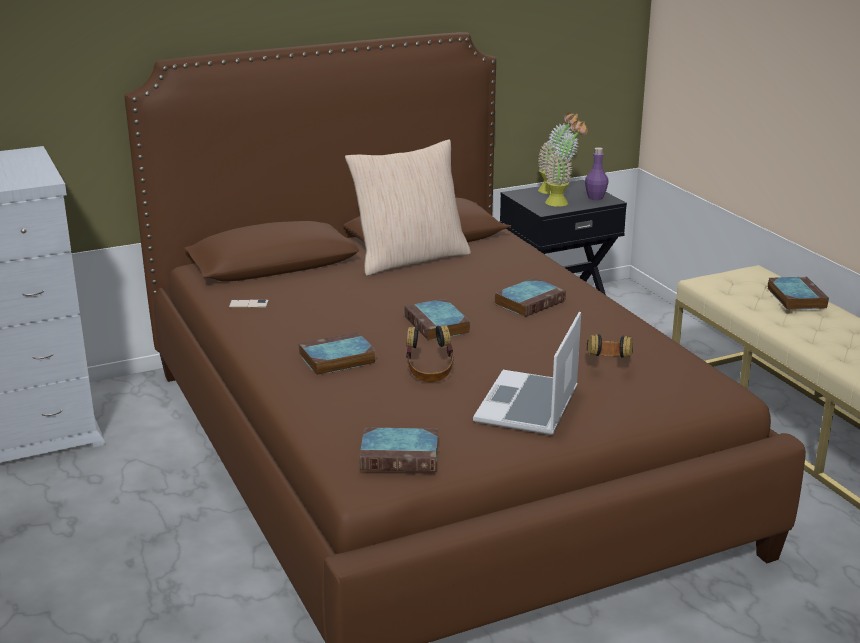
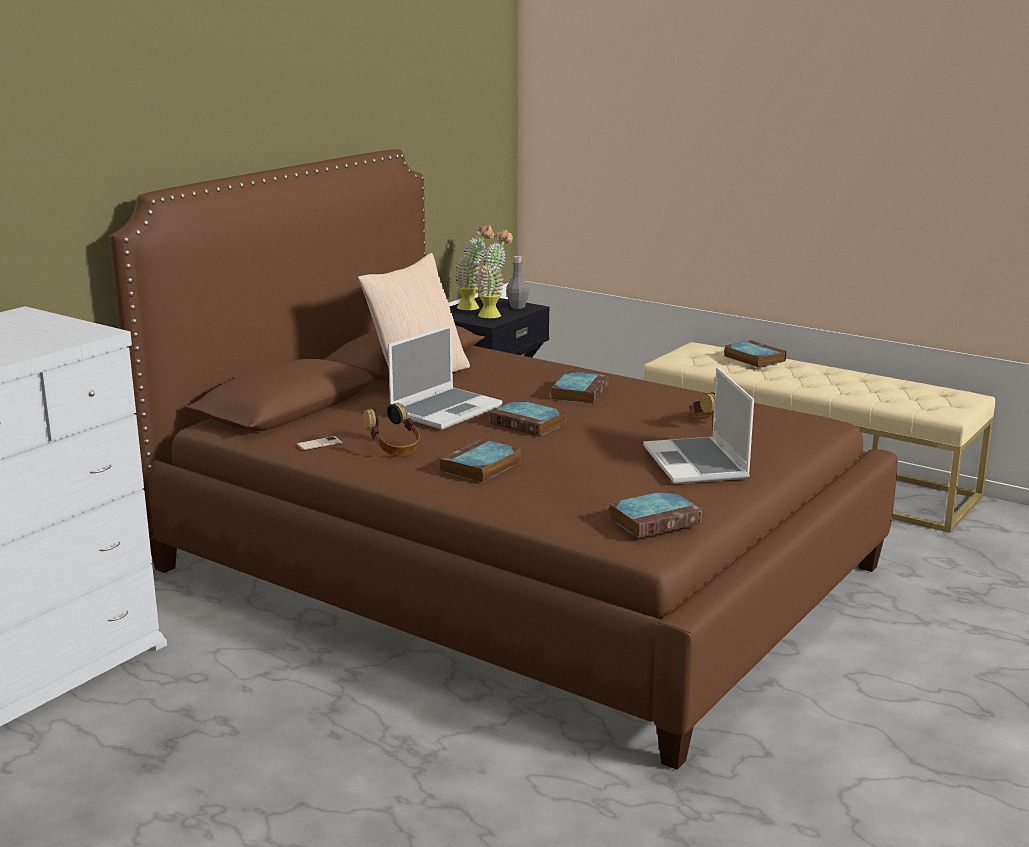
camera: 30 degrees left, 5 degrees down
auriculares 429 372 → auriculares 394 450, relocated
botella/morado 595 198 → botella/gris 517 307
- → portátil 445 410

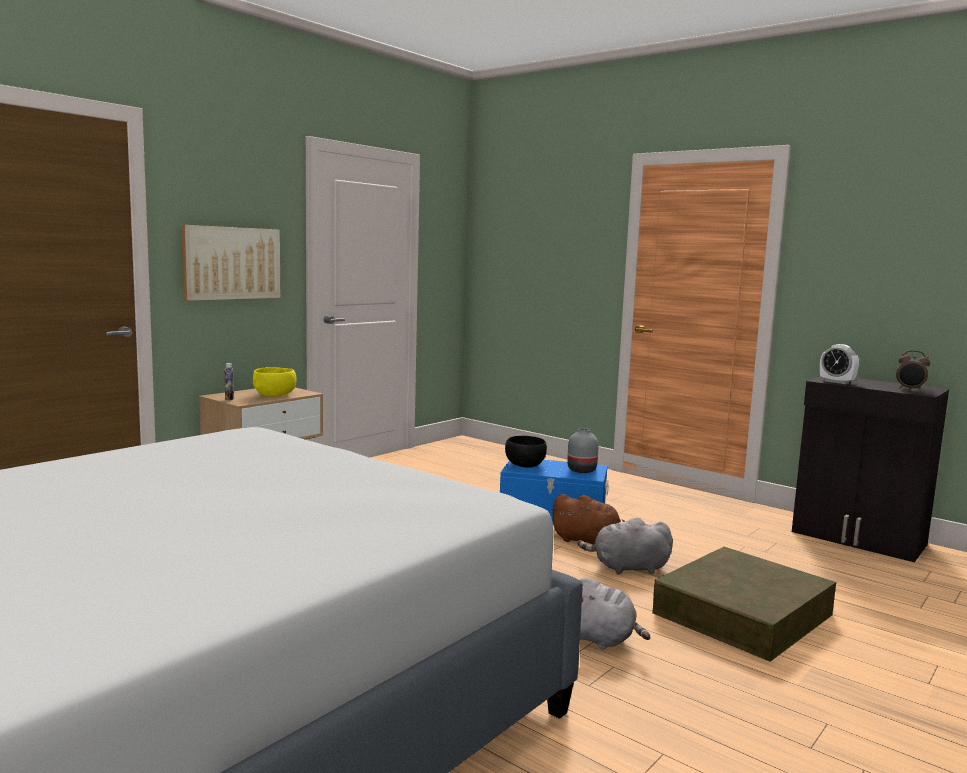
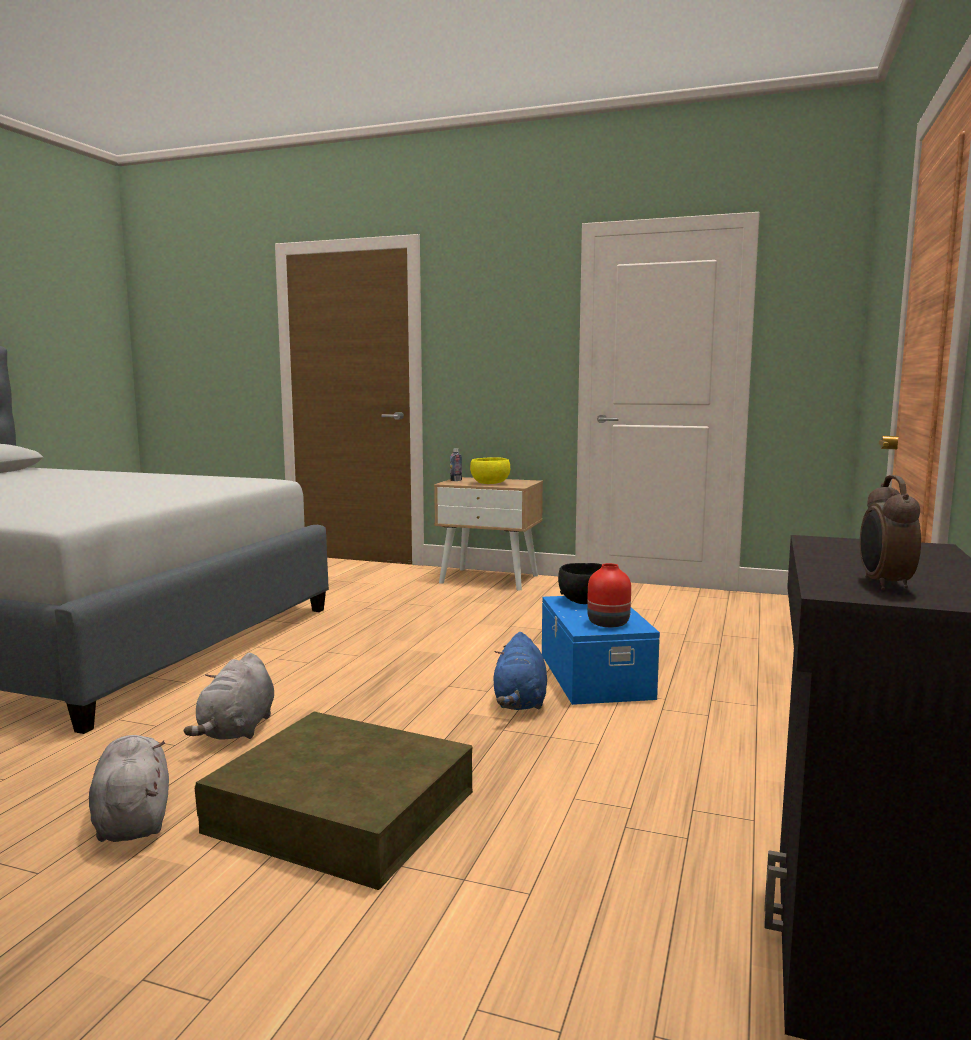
camera: 70 degrees right, 0 degrees up
cuadro 231 263 → -
peluche/marrón 588 541 → peluche/azul 520 702
florero/gris 582 470 → florero/rojo 609 623
peluche/gris 627 568 → peluche/gris 132 819, relocated
despertador 837 382 → -

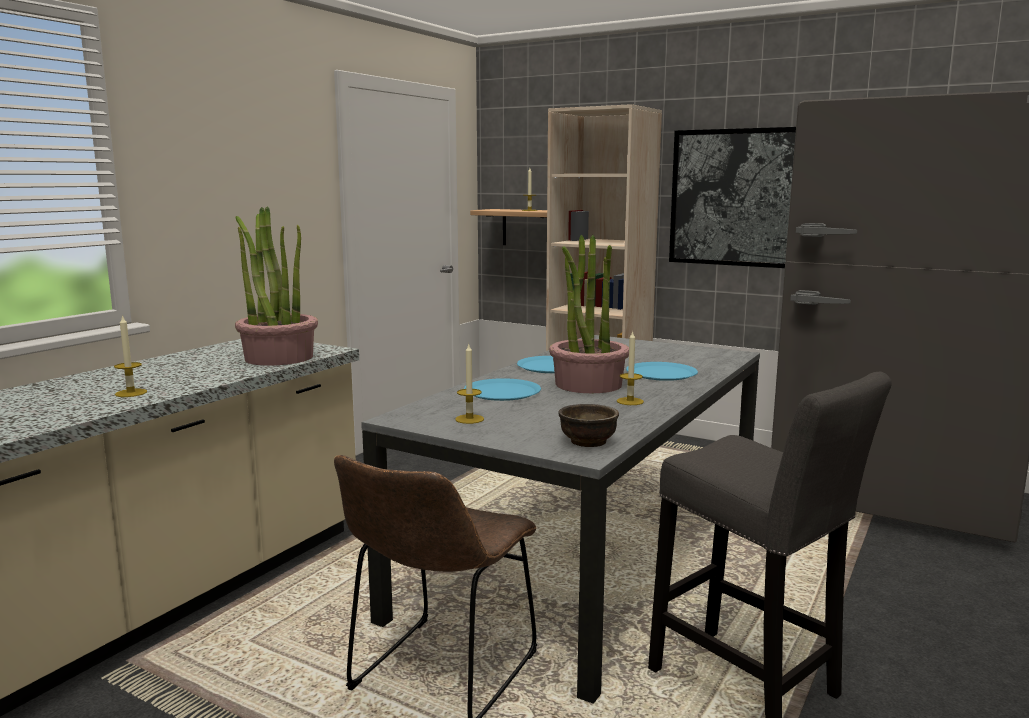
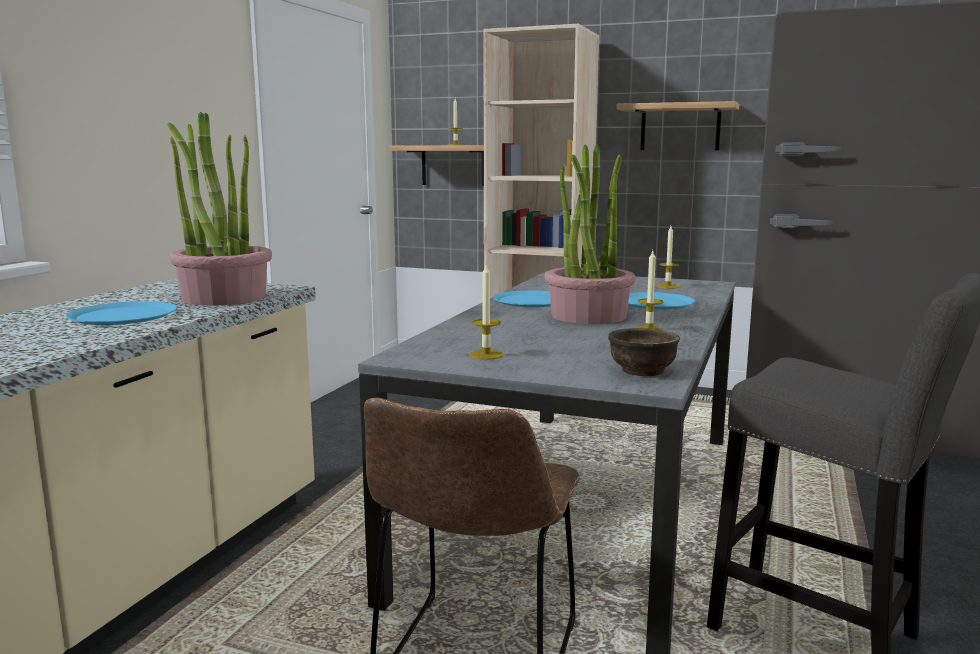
camera: 10 degrees left, 0 degrees up
vela 131 393 → vela 667 286, relocated
plato/azul 502 391 → plato/azul 123 315, relocated
cuadro 737 198 → estante 680 127

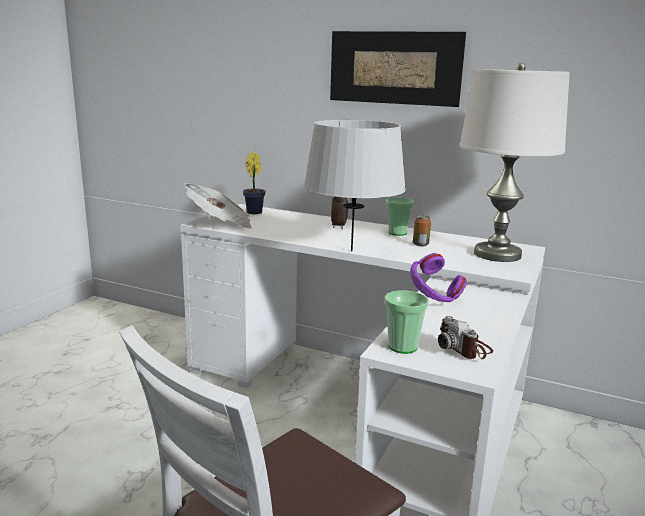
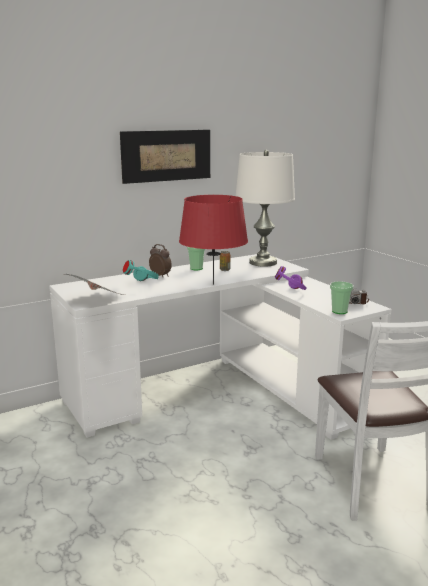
camera: 55 degrees left, 0 degrees up
planta en maceta 255 212 → -
lámpara de mesa/gris 351 251 → lámpara de mesa/rojo 213 284
- → auriculares/turquesa 142 284

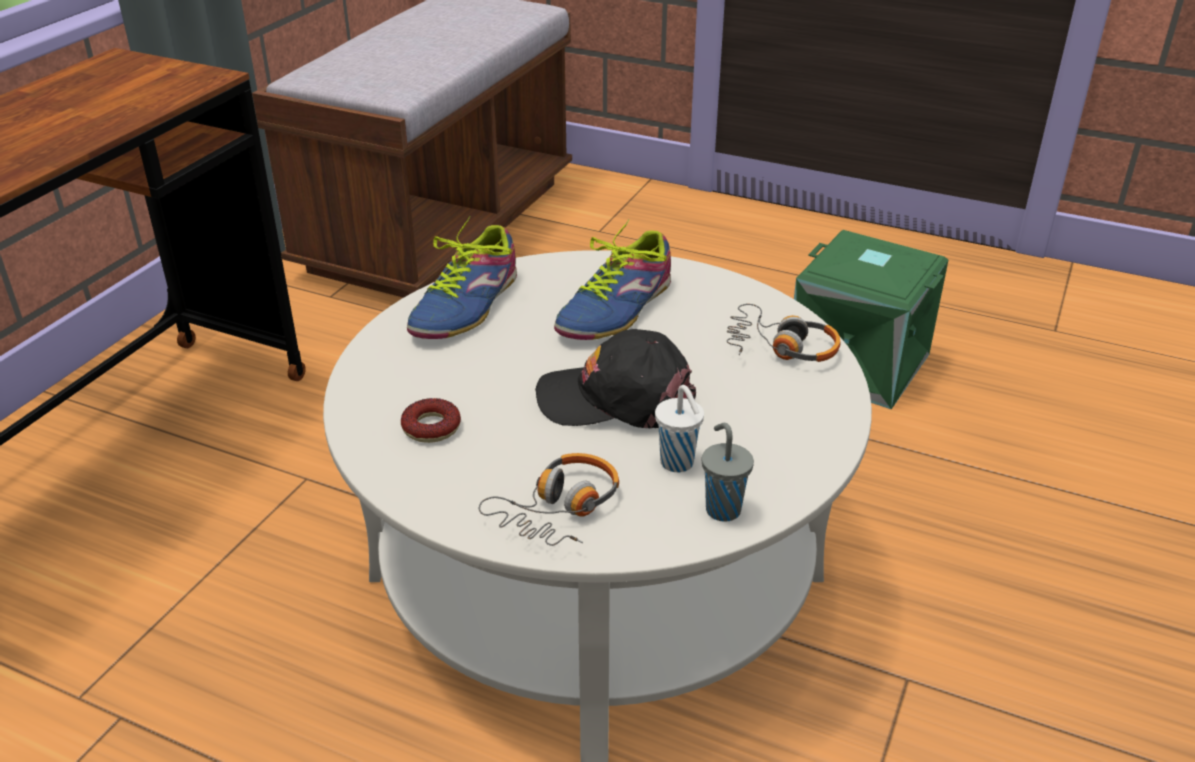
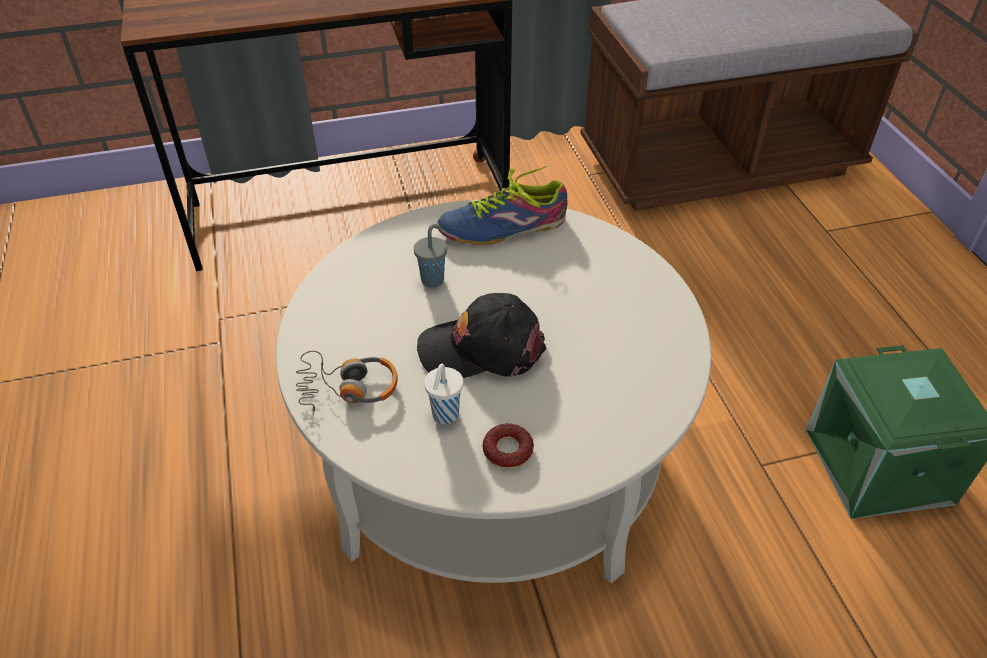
camera: 50 degrees right, 10 degrees up
rosquilla 431 427 → rosquilla 508 450, relocated
gorra/negro 617 399 → gorra/negro 482 348, 60 degrees counterclockwise
zapato 616 309 → -
taza/gris 722 509 → taza/gris 433 279, relocated
auriculares 781 347 → -

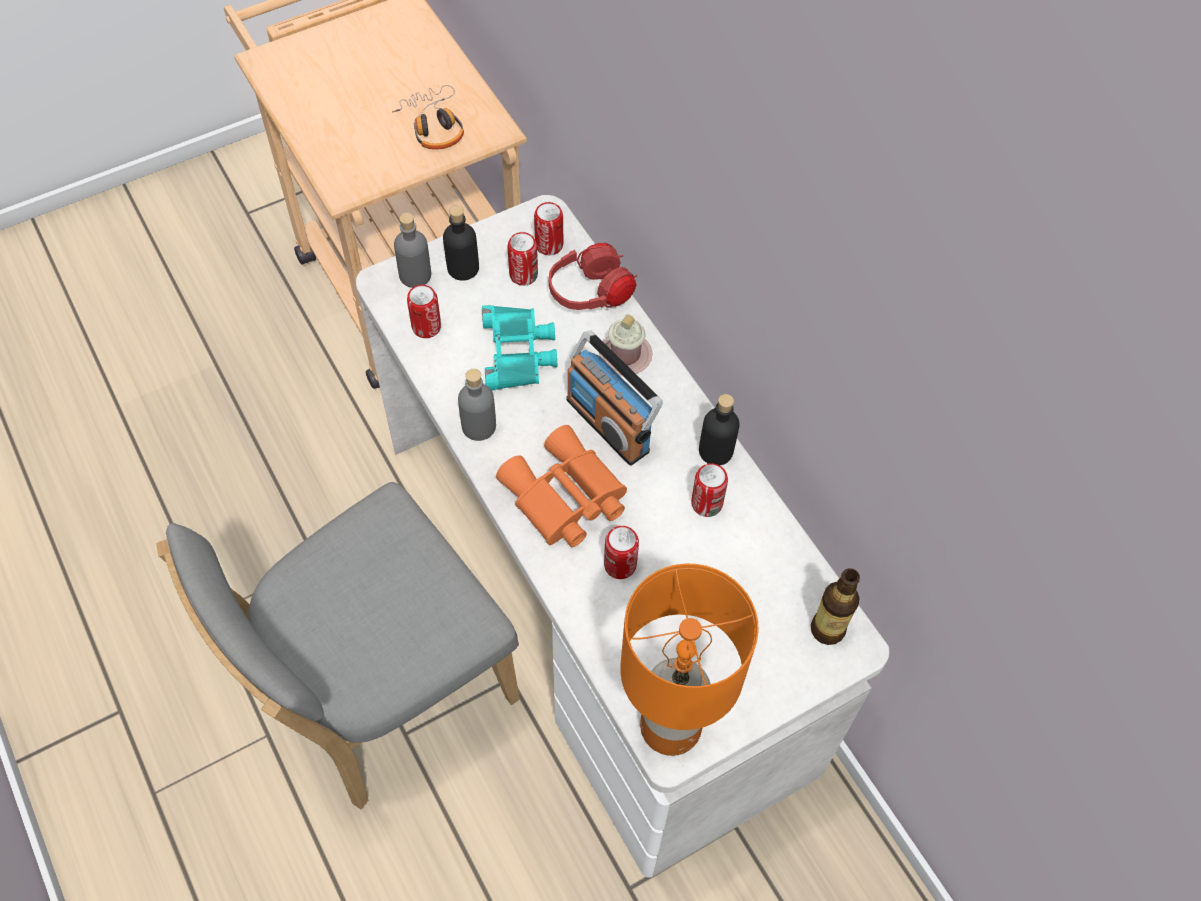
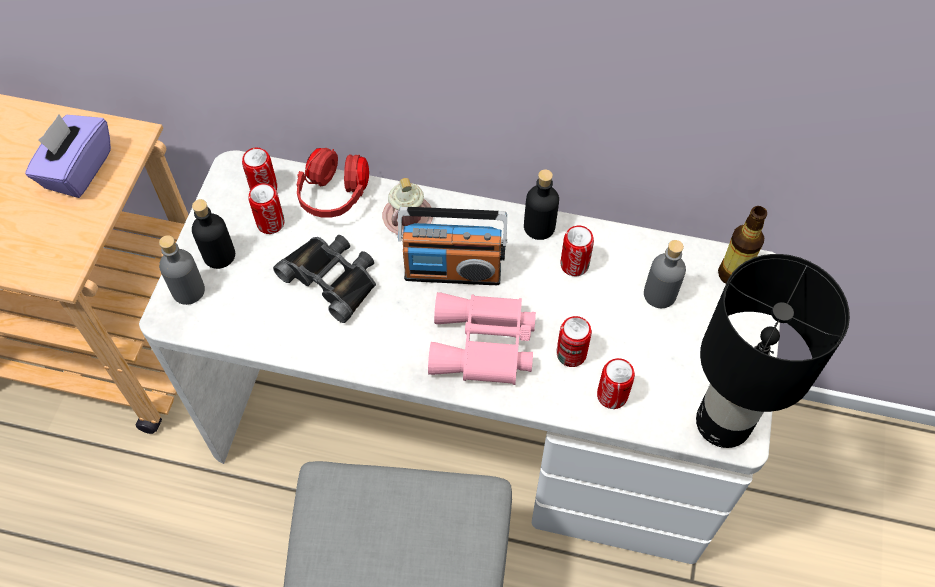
camera: 45 degrees left, 0 degrees up
auriculares 433 126 → caja de pañuelos/morado 77 170
lata 426 327 → lata 612 395, relocated
botella/gris 479 426 → botella/gris 660 294, relocated
prismáticos/turquesa 518 352 → prismáticos/negro 332 278
prismáticos/naranja 564 499 → prismáticos/rosa 484 346
lámpara de mesa/naranja 669 728 → lámpara de mesa/negro 723 424

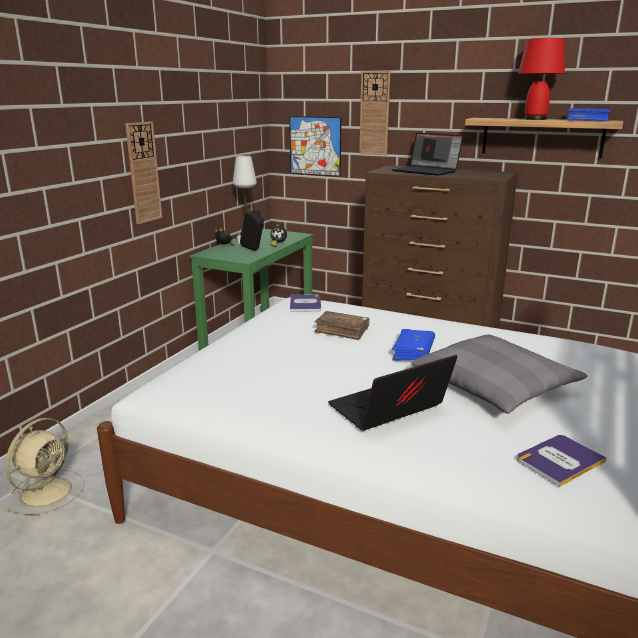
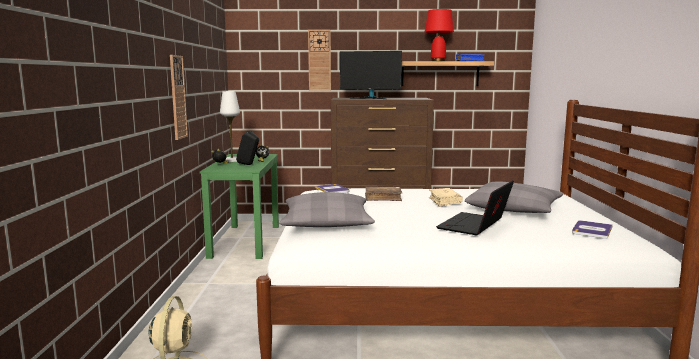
camera: 25 degrees left, 10 degrees down
cuadro 315 146 → -
portátil 427 171 → monitor 370 98
libro/azul 413 352 → libro/beis 444 202
- → cojín/gris 326 223

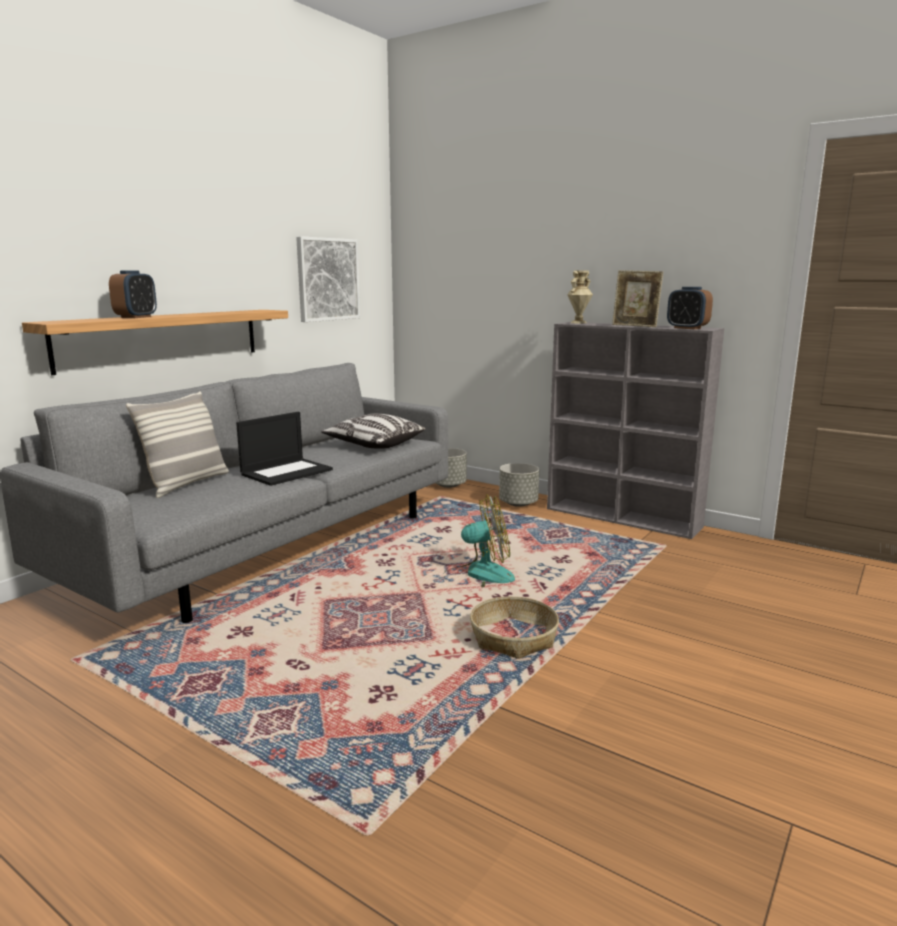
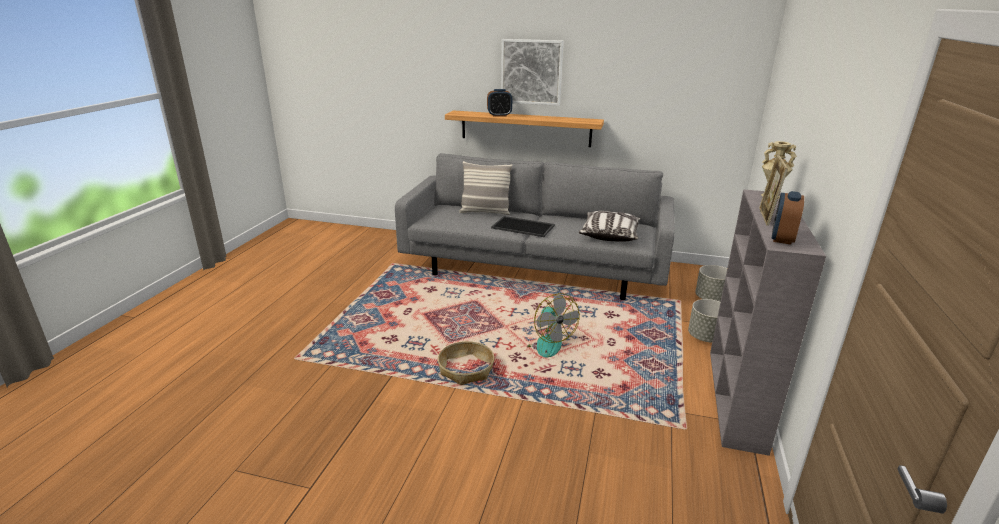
camera: 70 degrees right, 10 degrees up
portátil 287 472 → bandeja 524 226
cuadro 327 279 → cuadro 531 72, relocated

